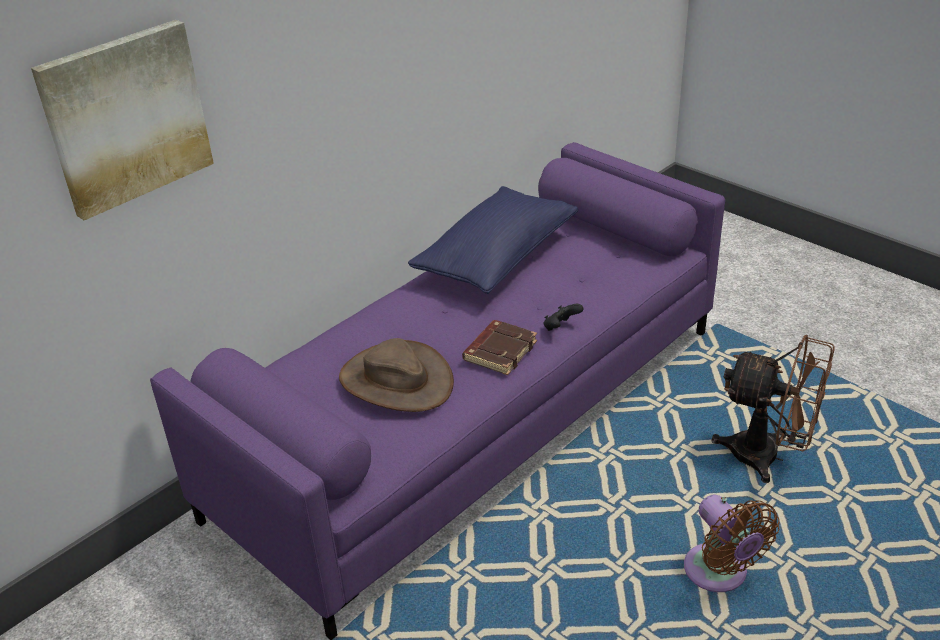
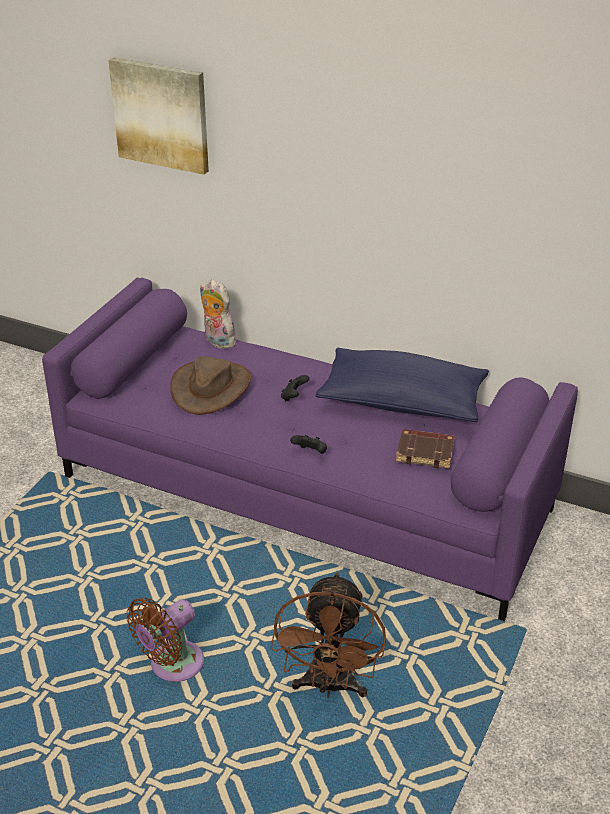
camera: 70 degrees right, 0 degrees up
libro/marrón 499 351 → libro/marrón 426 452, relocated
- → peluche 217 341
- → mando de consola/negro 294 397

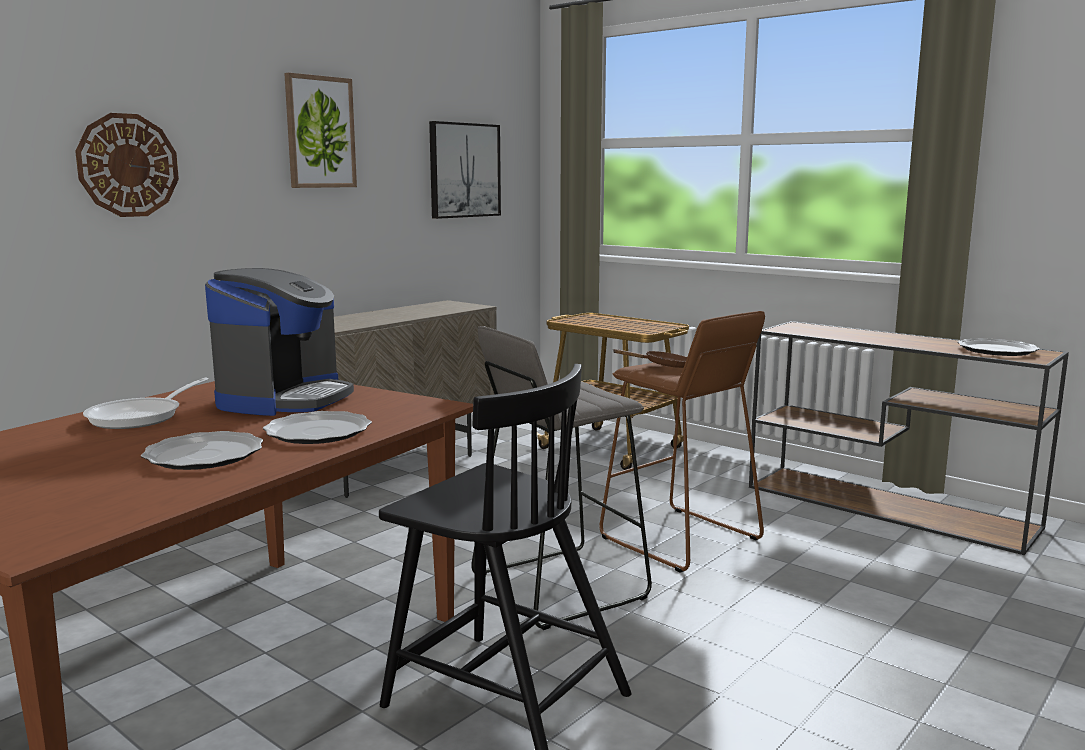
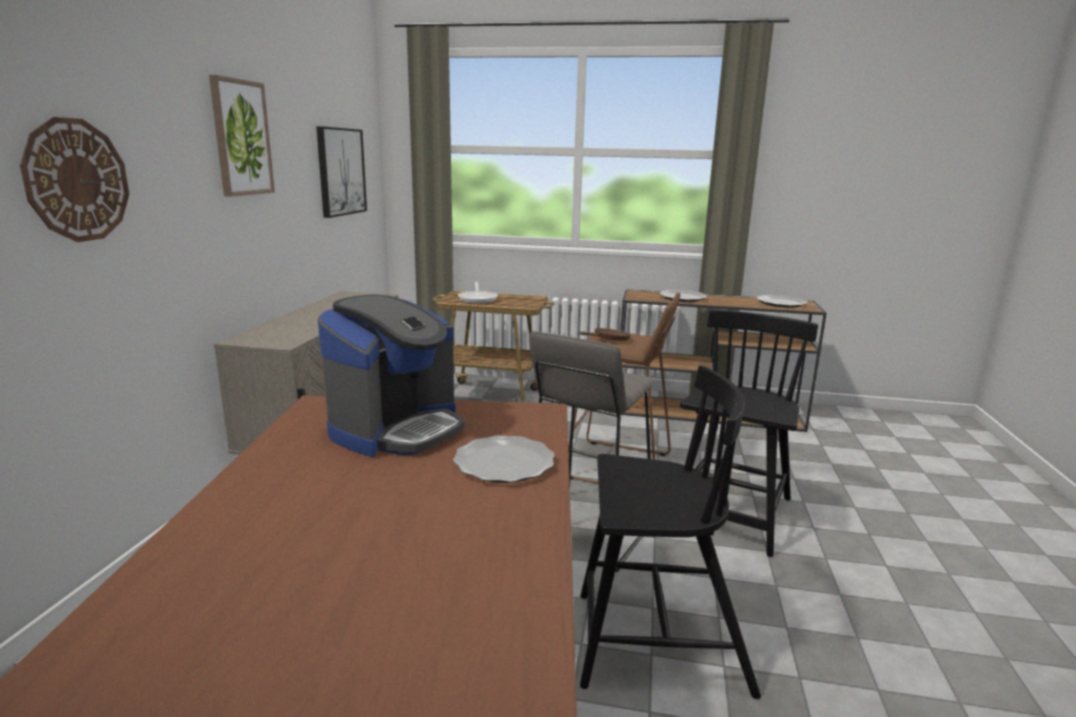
camera: 30 degrees left, 5 degrees up
sartén 141 417 → sartén 478 299, relocated
plato 203 455 → plato 682 298, relocated
cafetera 284 399 → cafetera 397 429, 45 degrees clockwise
- → silla/negro 732 514

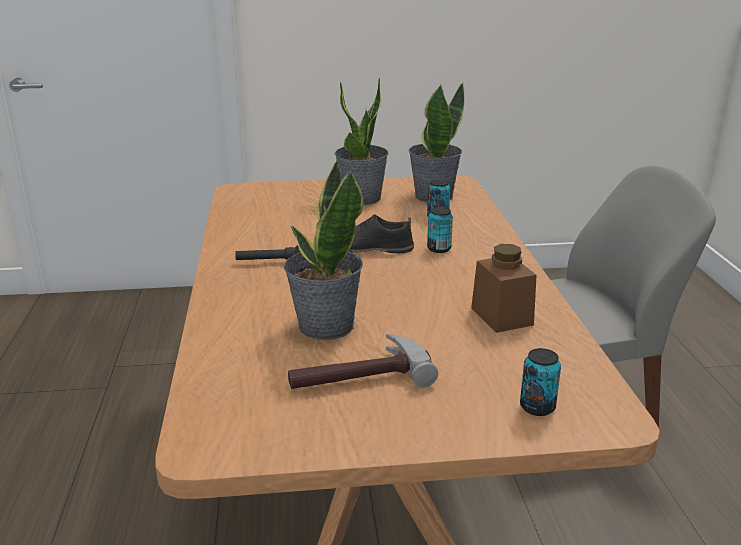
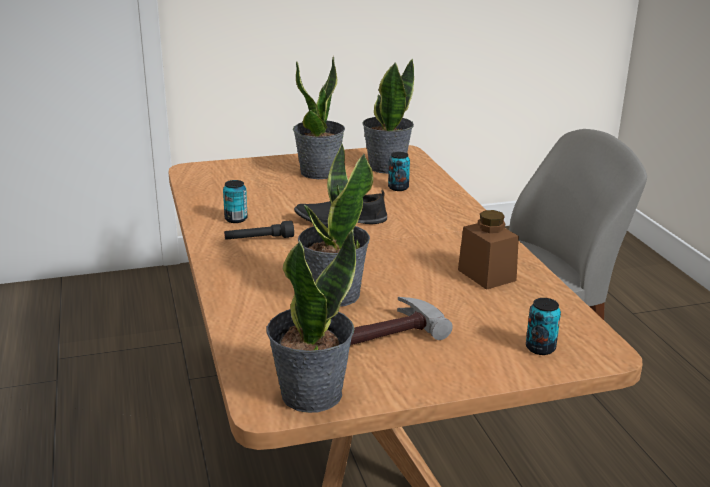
camera: 10 degrees left, 0 degrees up
lata 439 249 → lata 236 219, relocated
- → planta en maceta 310 393

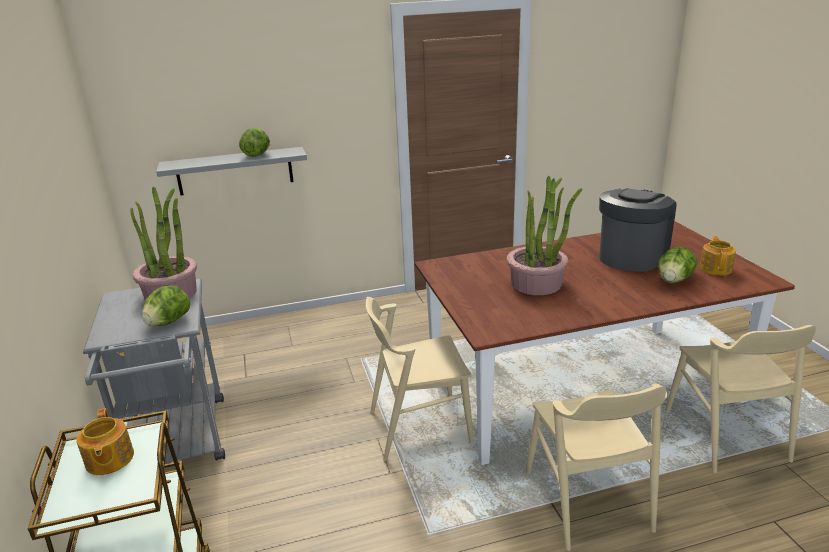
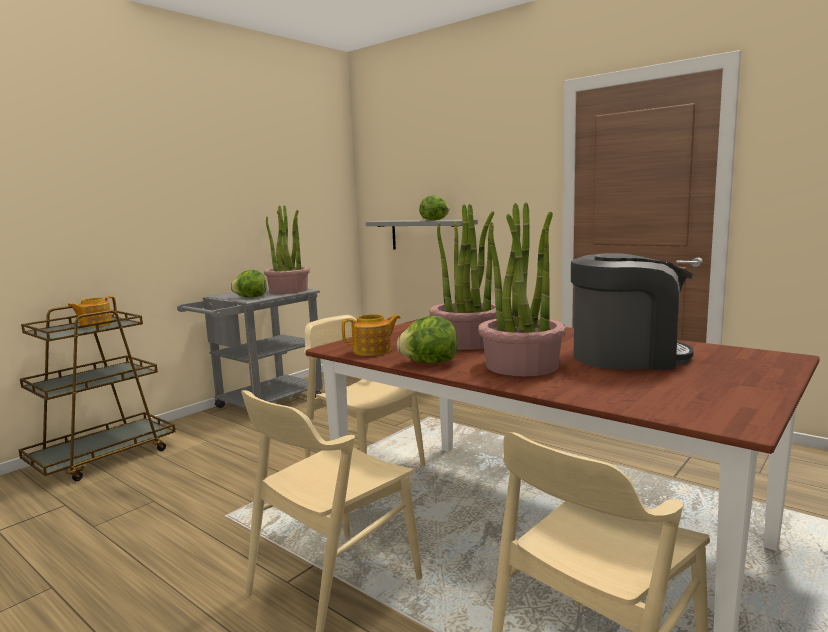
camera: 55 degrees right, 15 degrees down
lechuga 674 280 → lechuga 429 363, relocated
tetera 715 268 → tetera 373 351, relocated
- → planta en maceta 521 366

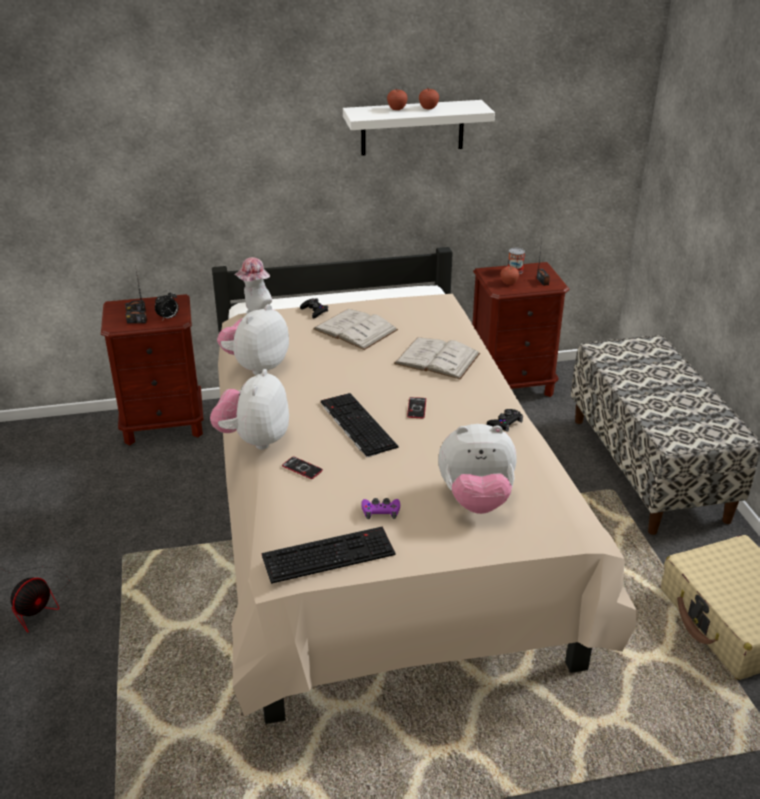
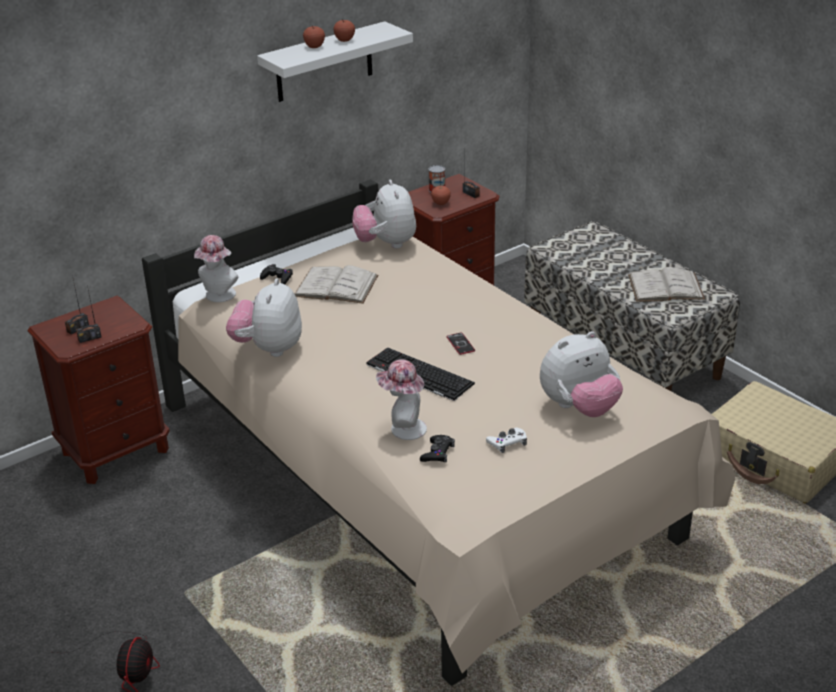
camera: 25 degrees left, 0 degrees up
despertador 168 318 → -
peluche 254 440 → peluche 386 244, relocated
teclado 329 553 → -
móvil 302 468 → sombrero 403 429
mando de consola/morado 380 511 → mando de consola/blanco 507 443
libro/blanco 437 358 → libro/blanco 665 287, relocated
mando de consola/negro 505 423 → mando de consola/negro 437 453, relocated

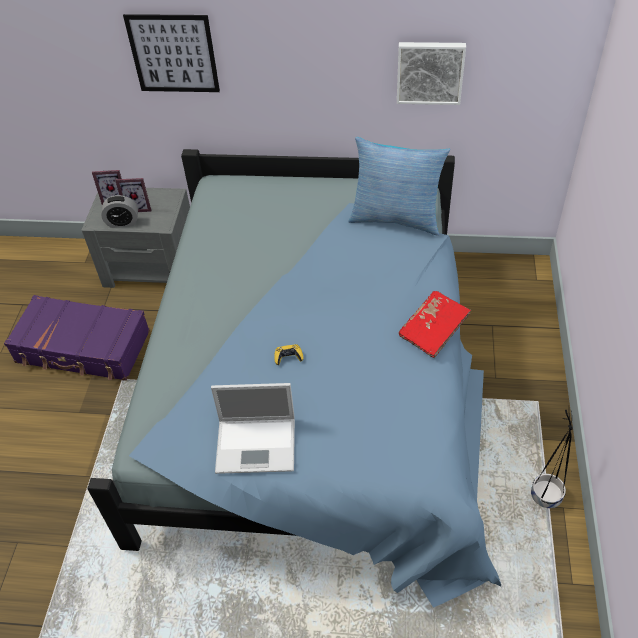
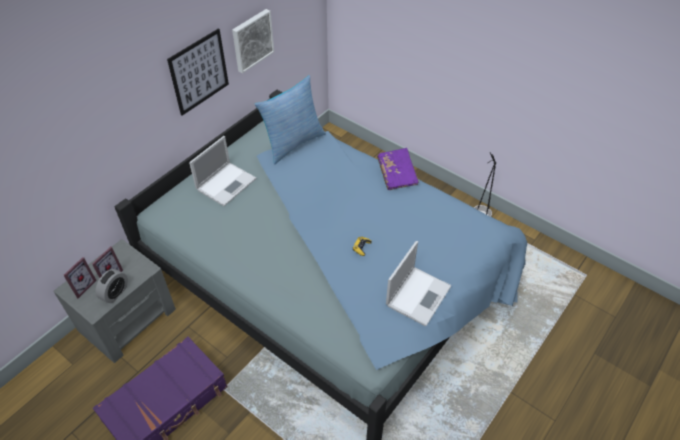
camera: 60 degrees left, 0 degrees up
cuadro 173 54 → cuadro 199 72, relocated
libro/rojo 433 331 → libro/morado 397 174
- → portátil 227 183

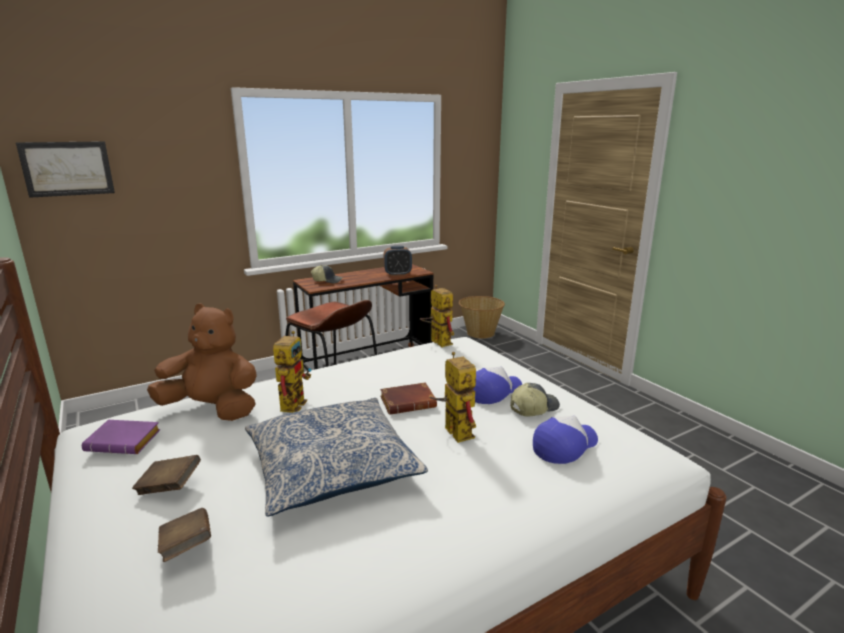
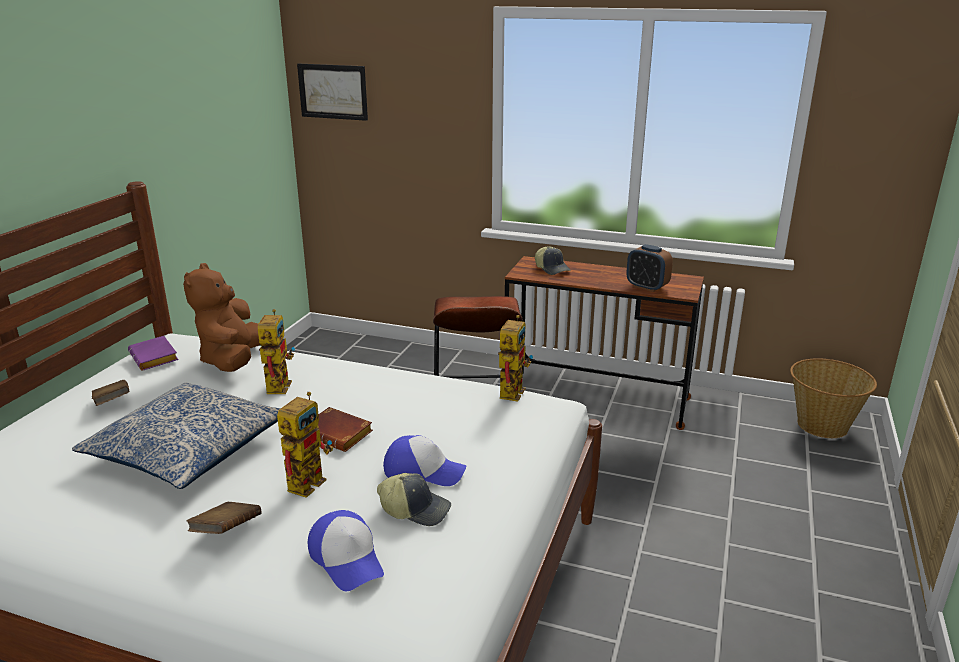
camera: 50 degrees right, 5 degrees up
peluche/marrón 212 409 → peluche/marrón 233 361, 150 degrees counterclockwise
libro/marrón 187 547 → libro/marrón 226 531, relocated
robot de juguete 293 402 → robot de juguete 277 384, 60 degrees counterclockwise
gorra 564 446 → gorra 347 559, 45 degrees clockwise

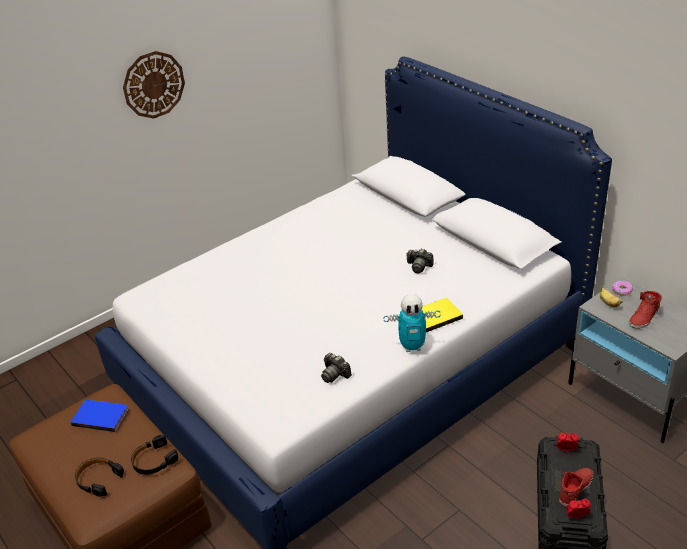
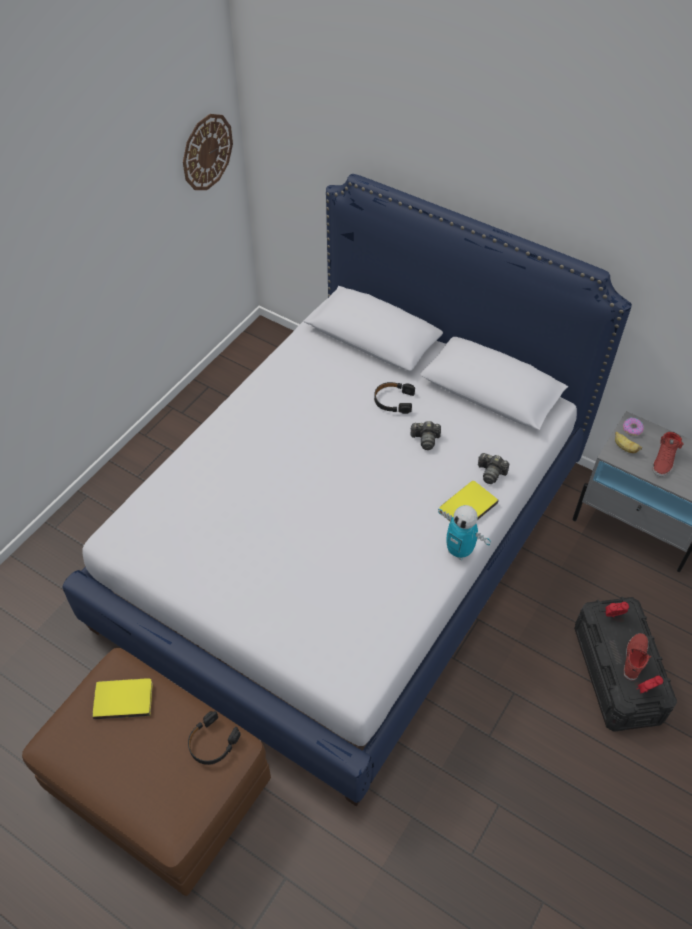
camera: 20 degrees left, 15 degrees up
libro/azul 101 416 → libro/amarillo 123 698
auriculares/negro 98 479 → auriculares/negro 393 401, relocated
reloj de pared 153 84 → reloj de pared 207 152, relocated
cámara 335 374 → cámara 491 473, relocated
robot de juguete 412 347 → robot de juguete 459 551, 60 degrees clockwise

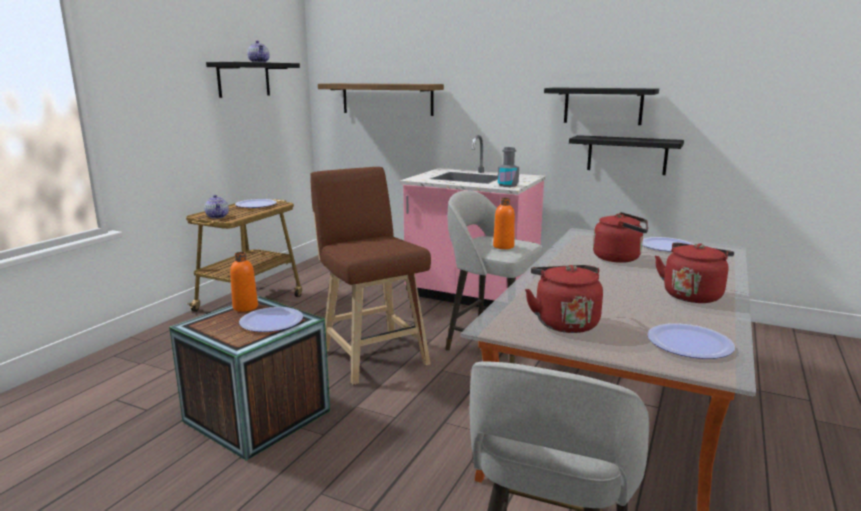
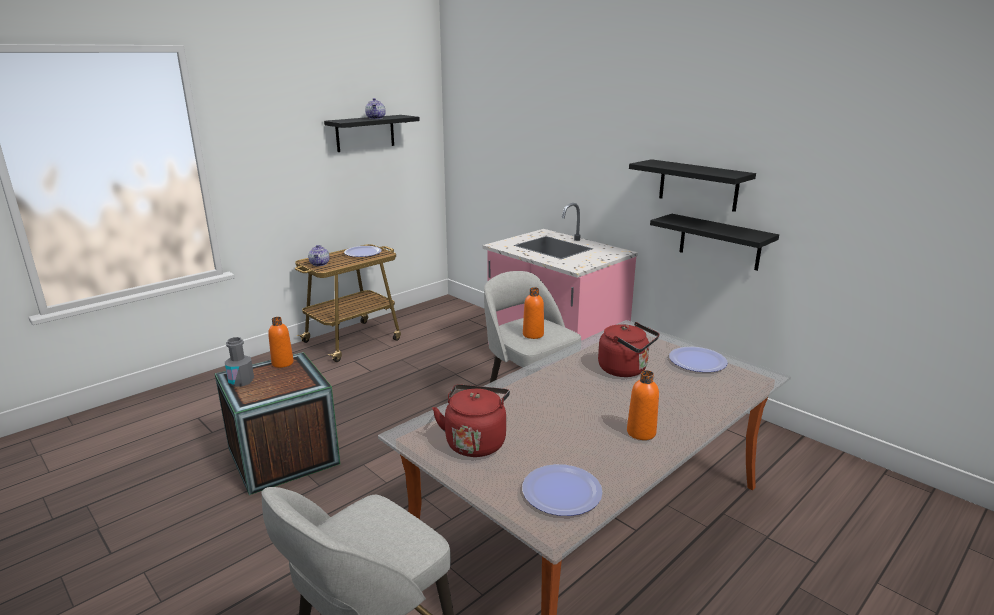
camera: 20 degrees right, 5 degrees up
plato 271 321 → -
taburete/marrón 372 355 → -
estante 387 99 → -
botella/gris 507 185 → botella/gris 241 381, relocated
hervidor/rojo 692 295 → botella/naranja 641 432

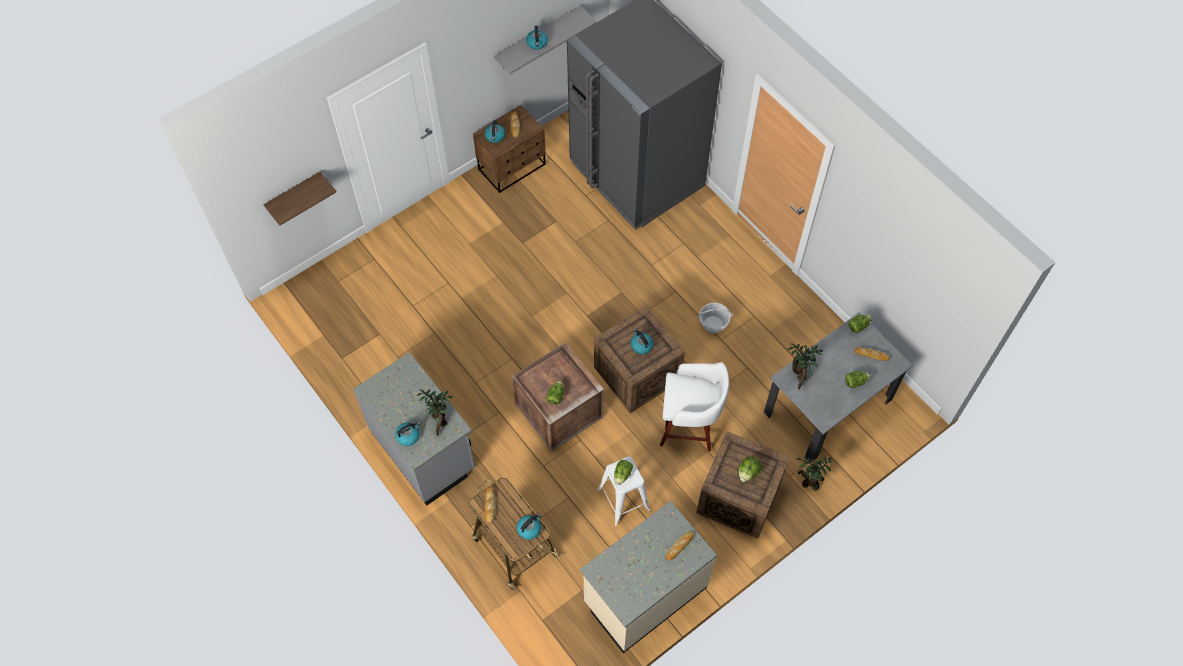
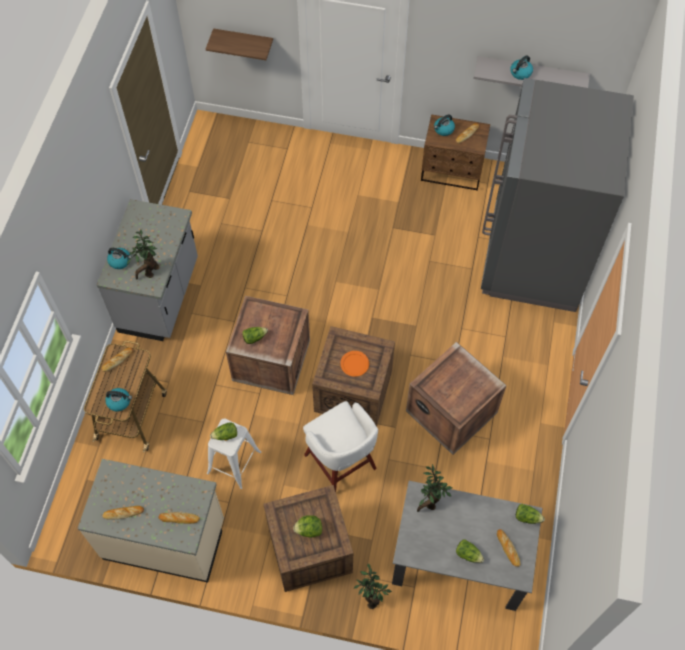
camera: 50 degrees right, 0 degrees up
hervidor 641 345 → plato/naranja 354 364
cesta 713 324 → caja de embalaje 451 413
- → pan 123 513

